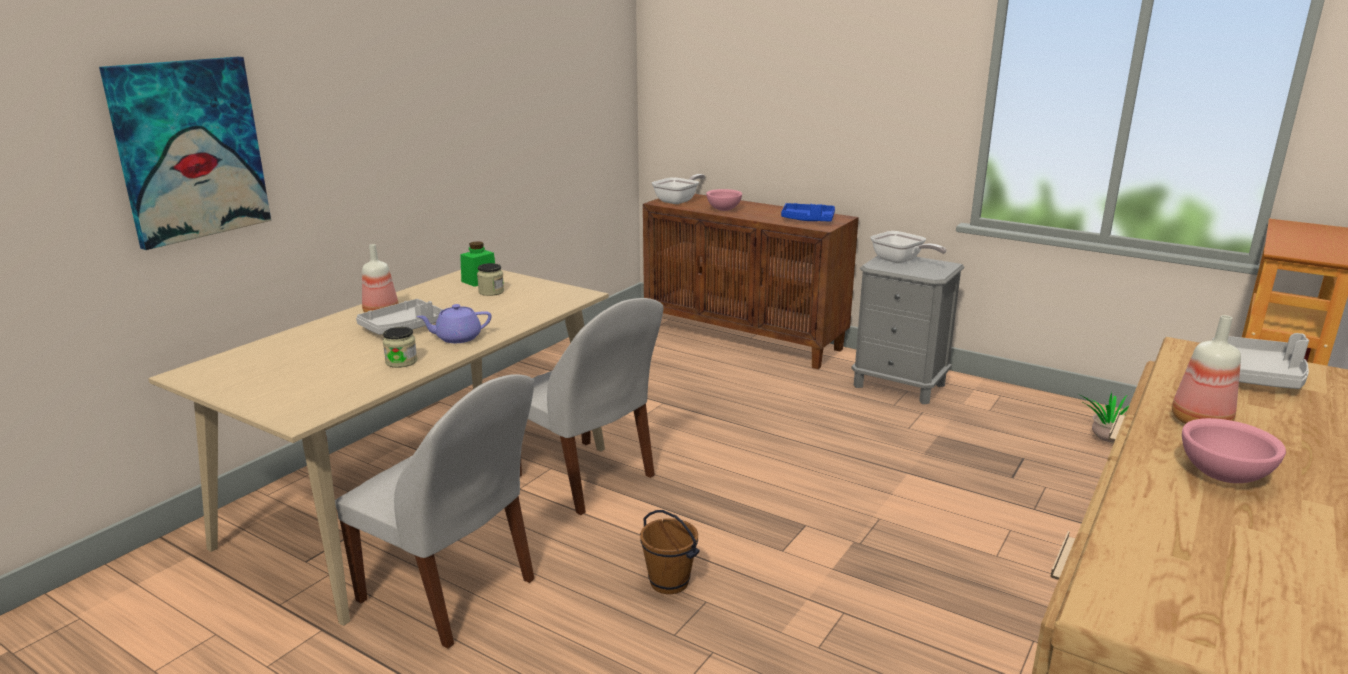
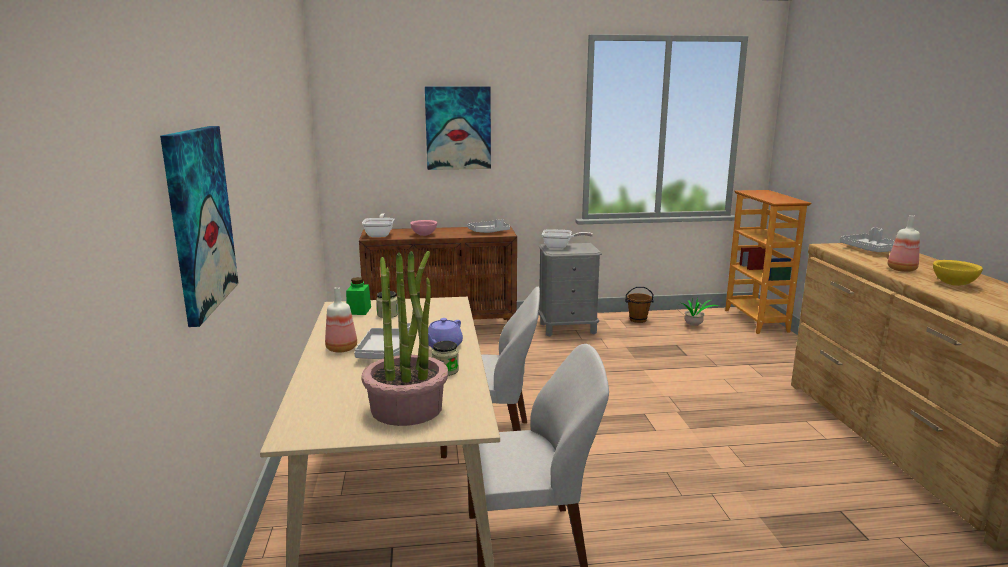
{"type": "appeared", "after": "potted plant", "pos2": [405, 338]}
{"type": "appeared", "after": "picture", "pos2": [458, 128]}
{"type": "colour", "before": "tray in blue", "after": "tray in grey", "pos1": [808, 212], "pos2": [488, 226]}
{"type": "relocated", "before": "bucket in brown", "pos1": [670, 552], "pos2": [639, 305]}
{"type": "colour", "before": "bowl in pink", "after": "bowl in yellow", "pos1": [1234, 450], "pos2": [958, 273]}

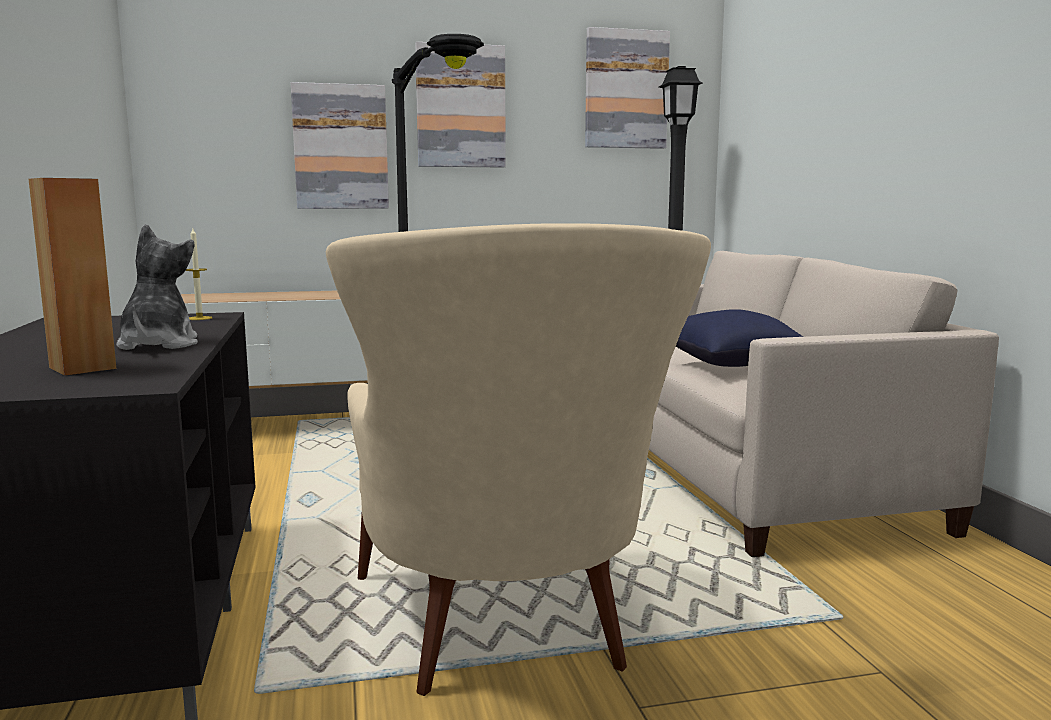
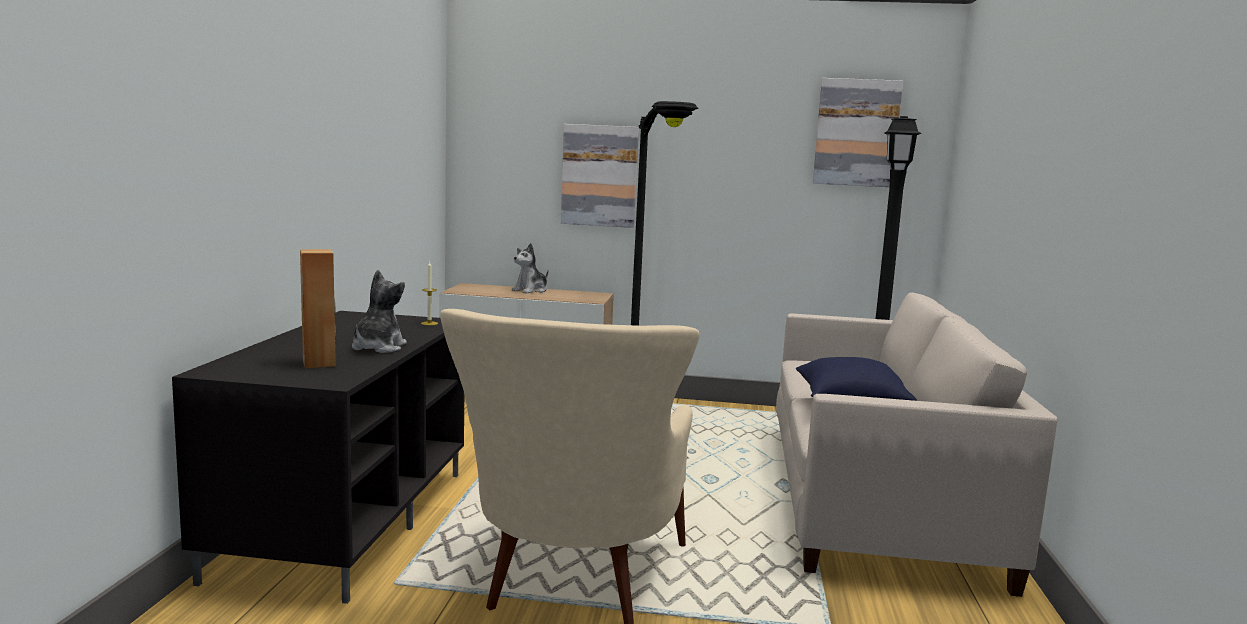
{"type": "appeared", "after": "plush toy", "pos2": [530, 268]}
{"type": "missing", "before": "picture", "pos1": [460, 105]}

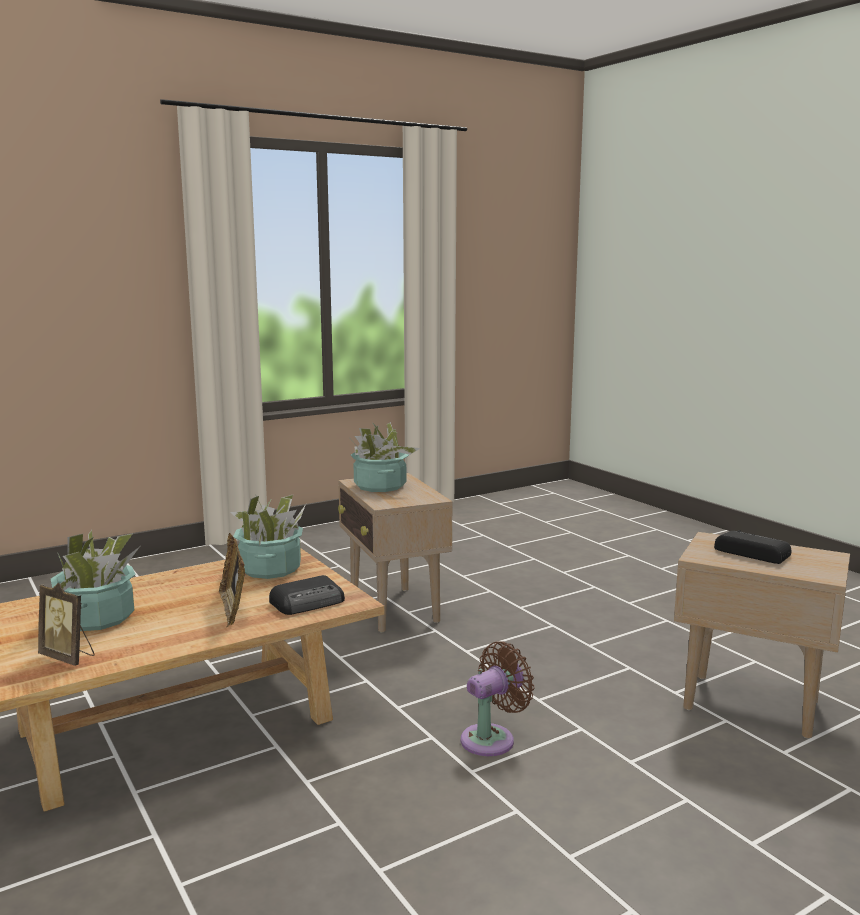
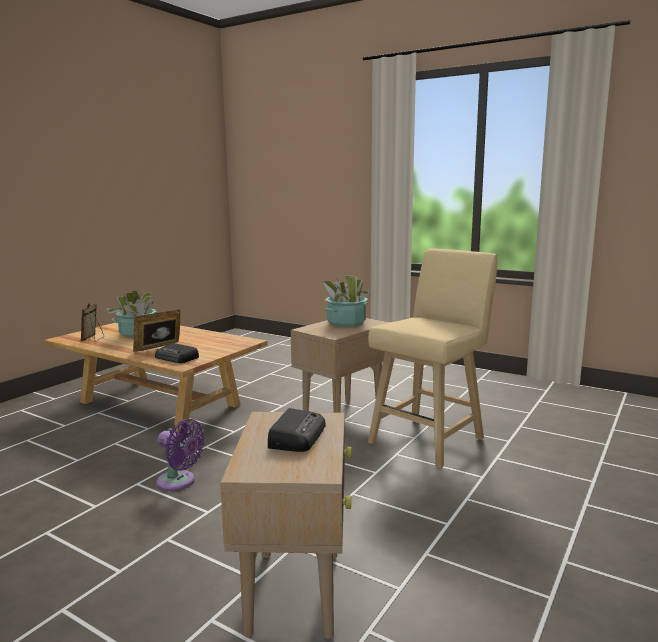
{"type": "colour", "before": "fan in brown", "after": "fan in purple", "pos1": [498, 698], "pos2": [180, 455]}
{"type": "appeared", "after": "stool in beige", "pos2": [432, 358]}
{"type": "missing", "before": "potted plant", "pos1": [268, 536]}

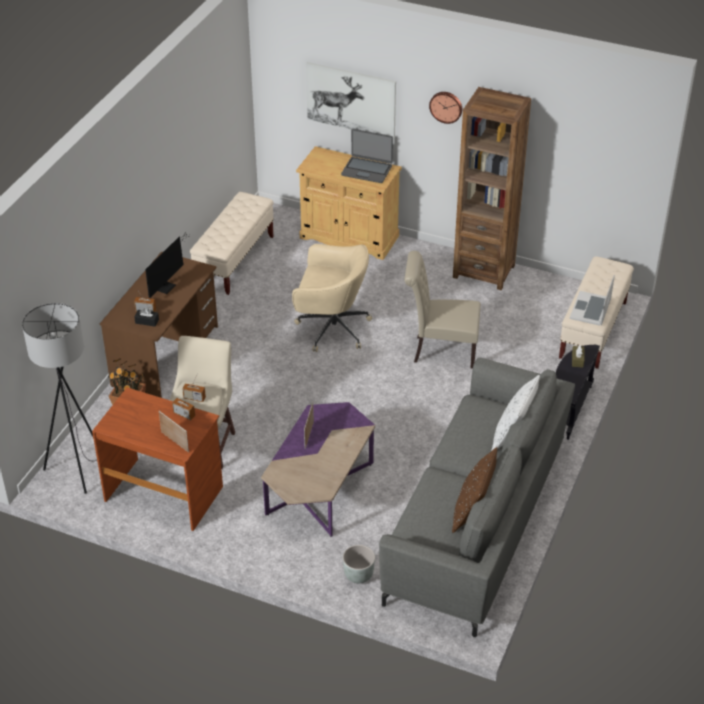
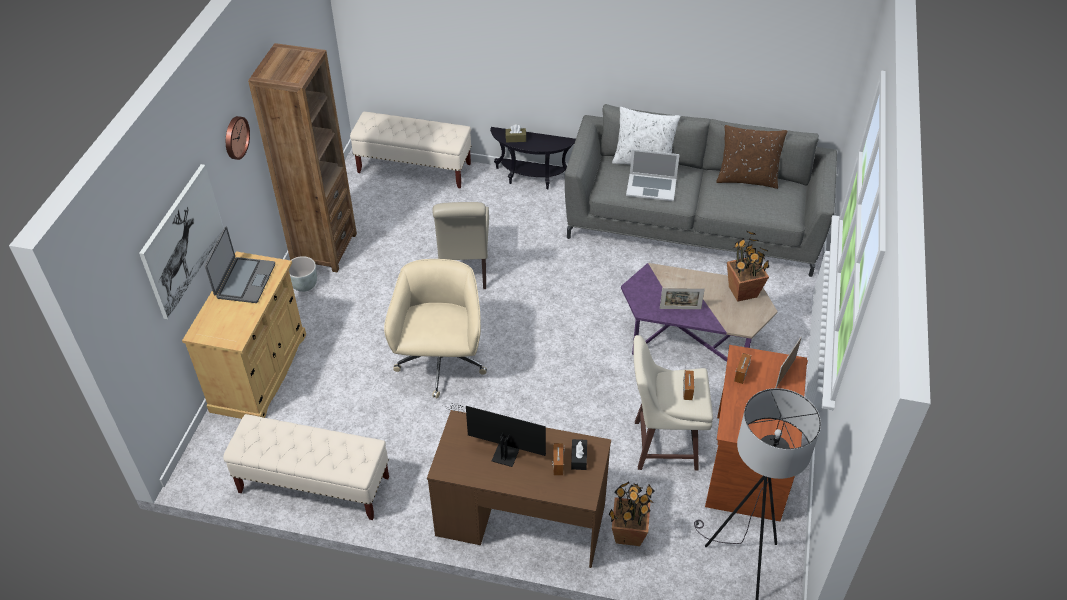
{"type": "relocated", "before": "planter in grey", "pos1": [359, 564], "pos2": [303, 274]}
{"type": "relocated", "before": "laptop", "pos1": [592, 300], "pos2": [653, 175]}
{"type": "appeared", "after": "potted plant", "pos2": [748, 266]}

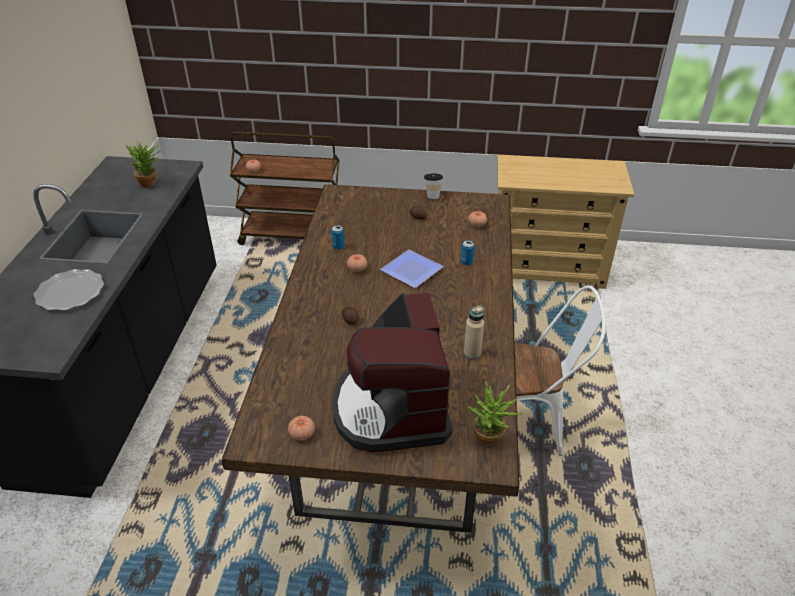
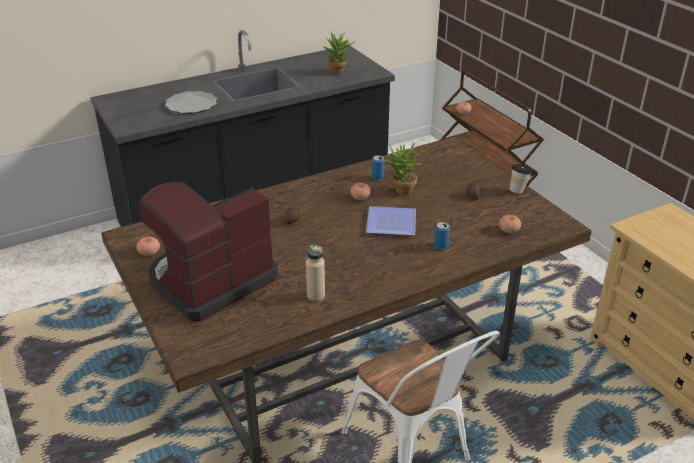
{"type": "relocated", "before": "potted plant", "pos1": [495, 414], "pos2": [404, 168]}

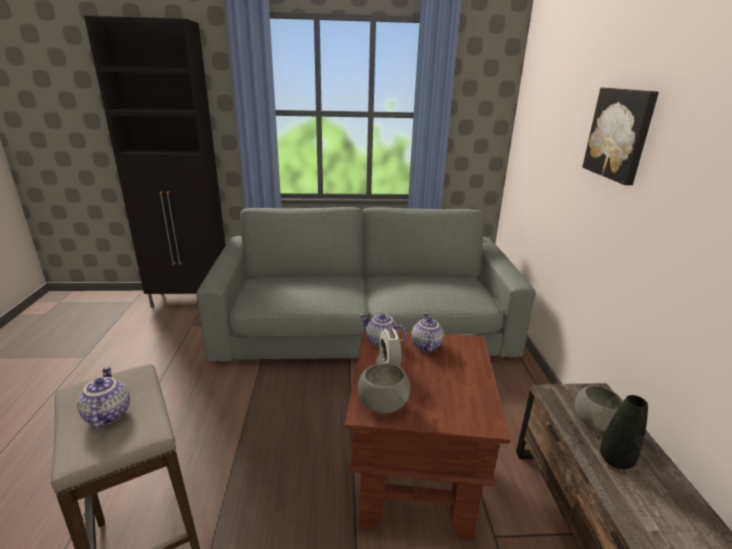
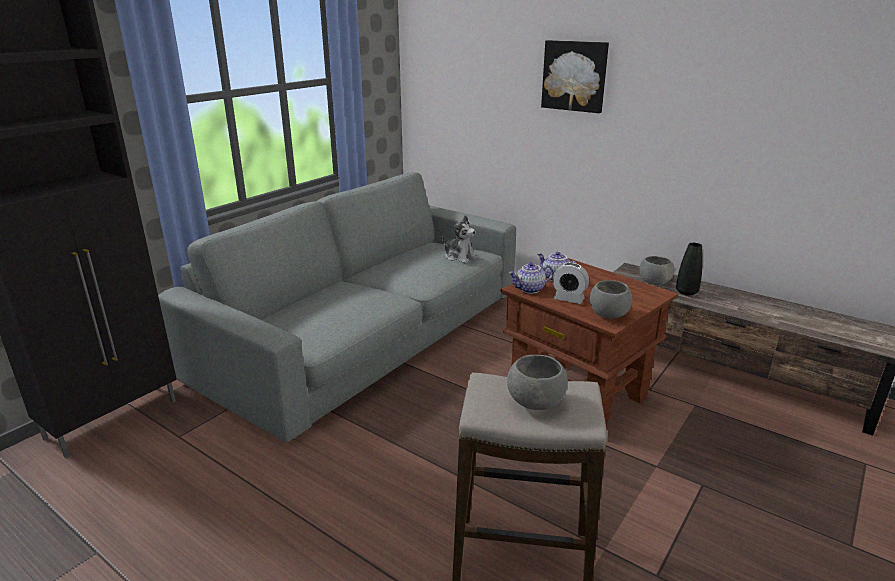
{"type": "appeared", "after": "plush toy", "pos2": [460, 239]}
{"type": "exchanged", "before": "teapot", "after": "bowl in grey", "pos1": [103, 397], "pos2": [537, 382]}

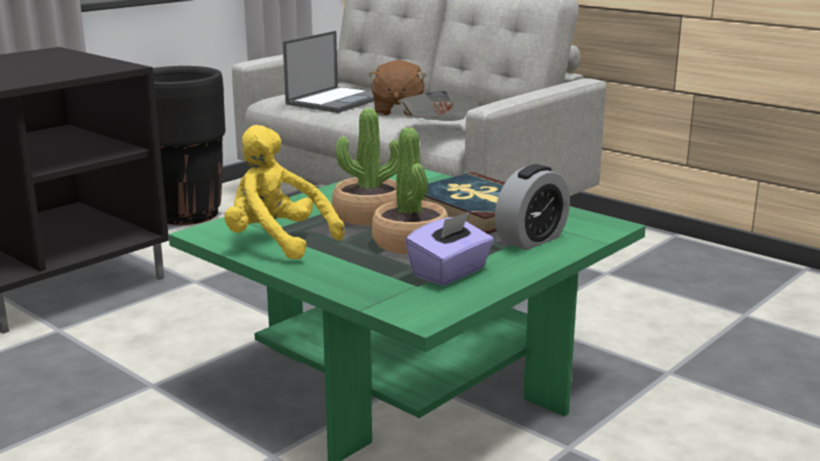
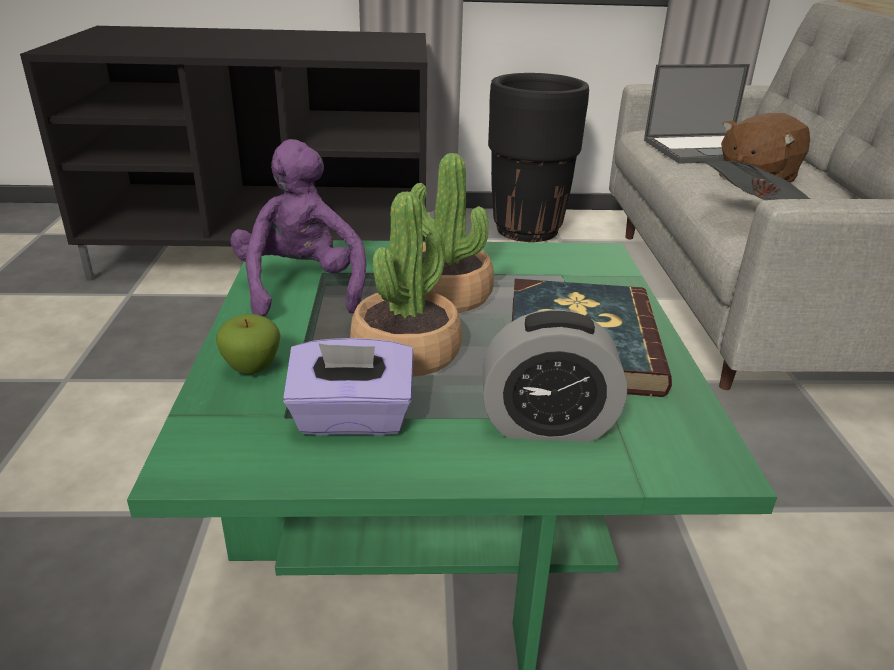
{"type": "appeared", "after": "apple", "pos2": [248, 344]}
{"type": "colour", "before": "plush toy in yellow", "after": "plush toy in purple", "pos1": [284, 192], "pos2": [298, 228]}

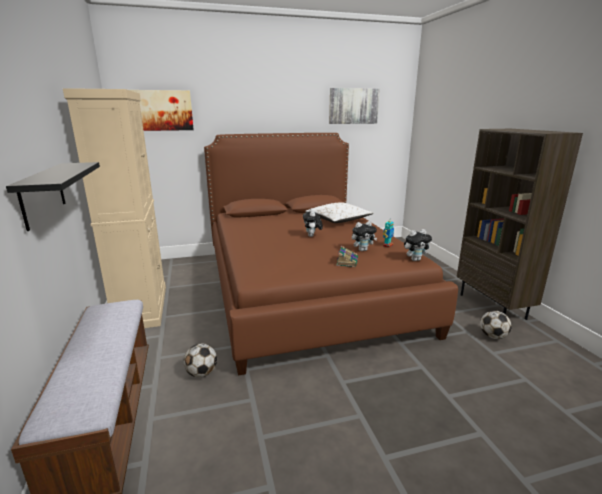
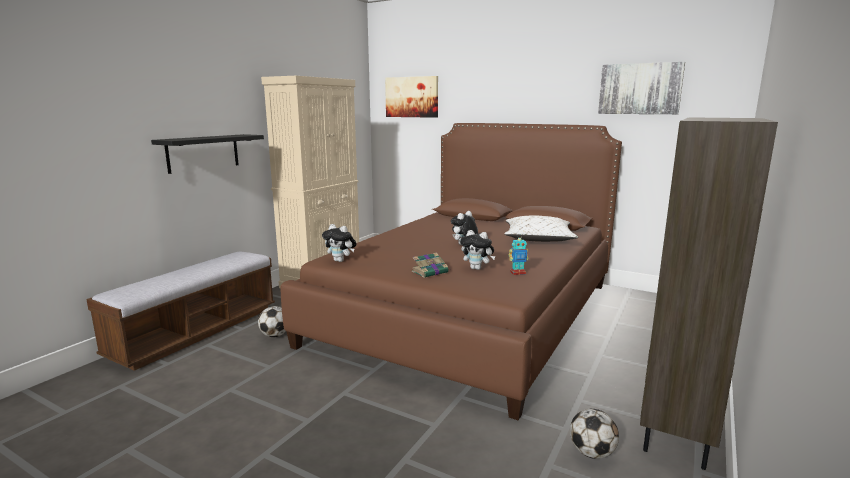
{"type": "relocated", "before": "plush toy", "pos1": [418, 245], "pos2": [339, 243]}

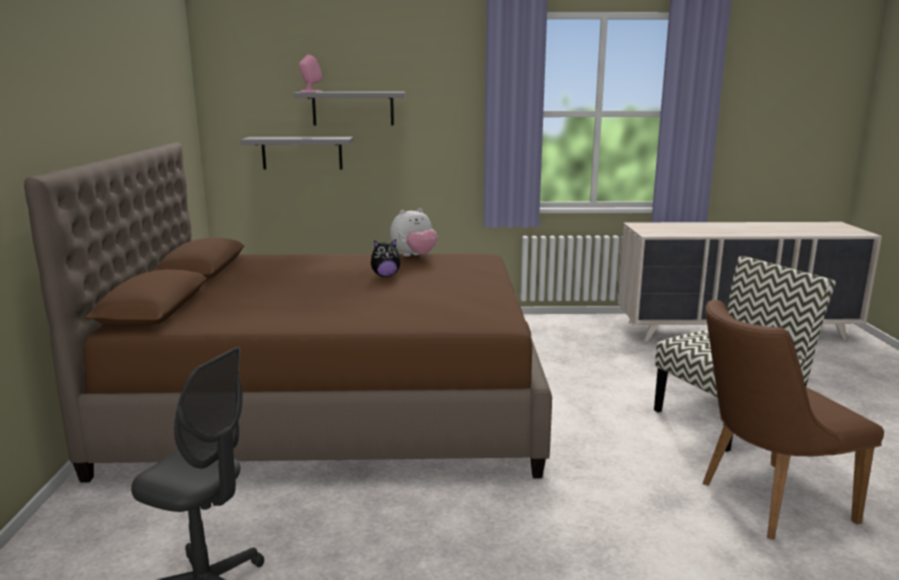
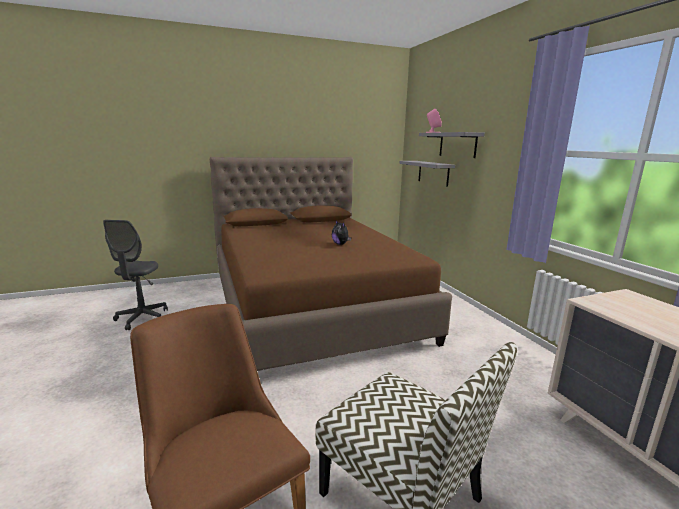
{"type": "missing", "before": "plush toy", "pos1": [413, 232]}

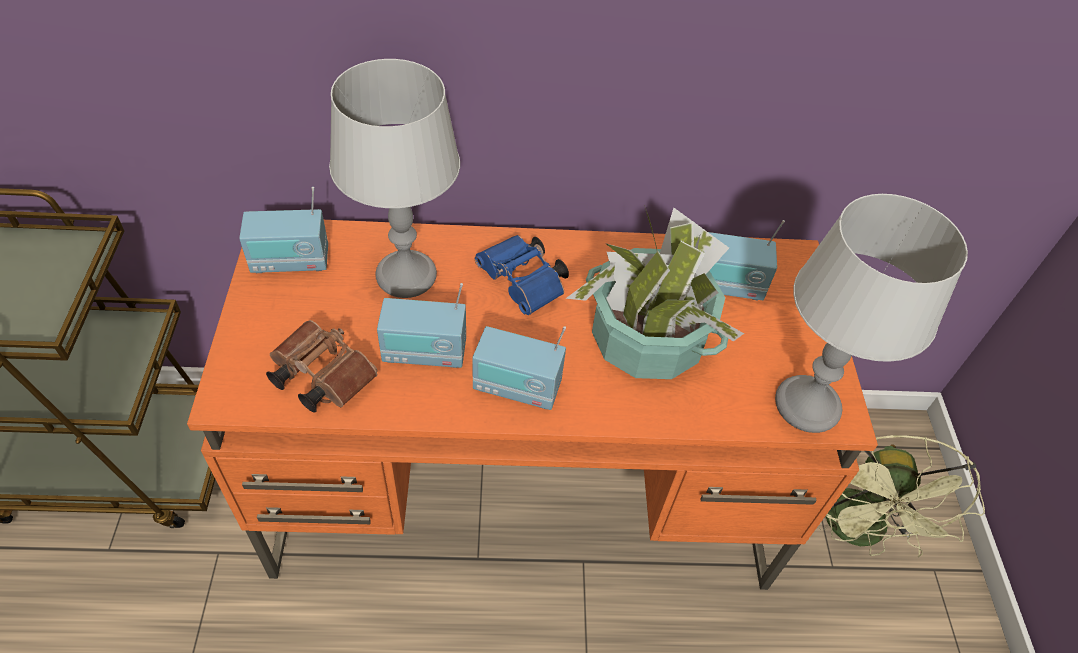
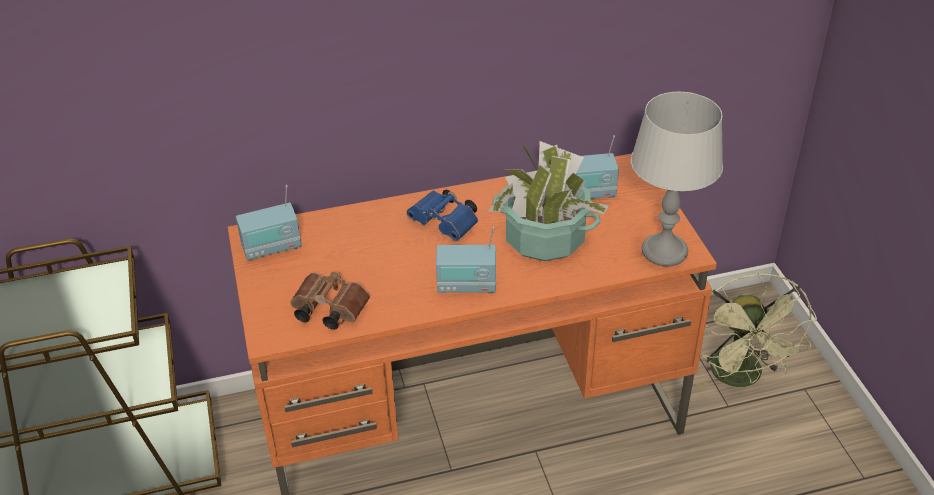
{"type": "missing", "before": "table lamp in grey", "pos1": [394, 178]}
{"type": "missing", "before": "radio", "pos1": [421, 325]}

